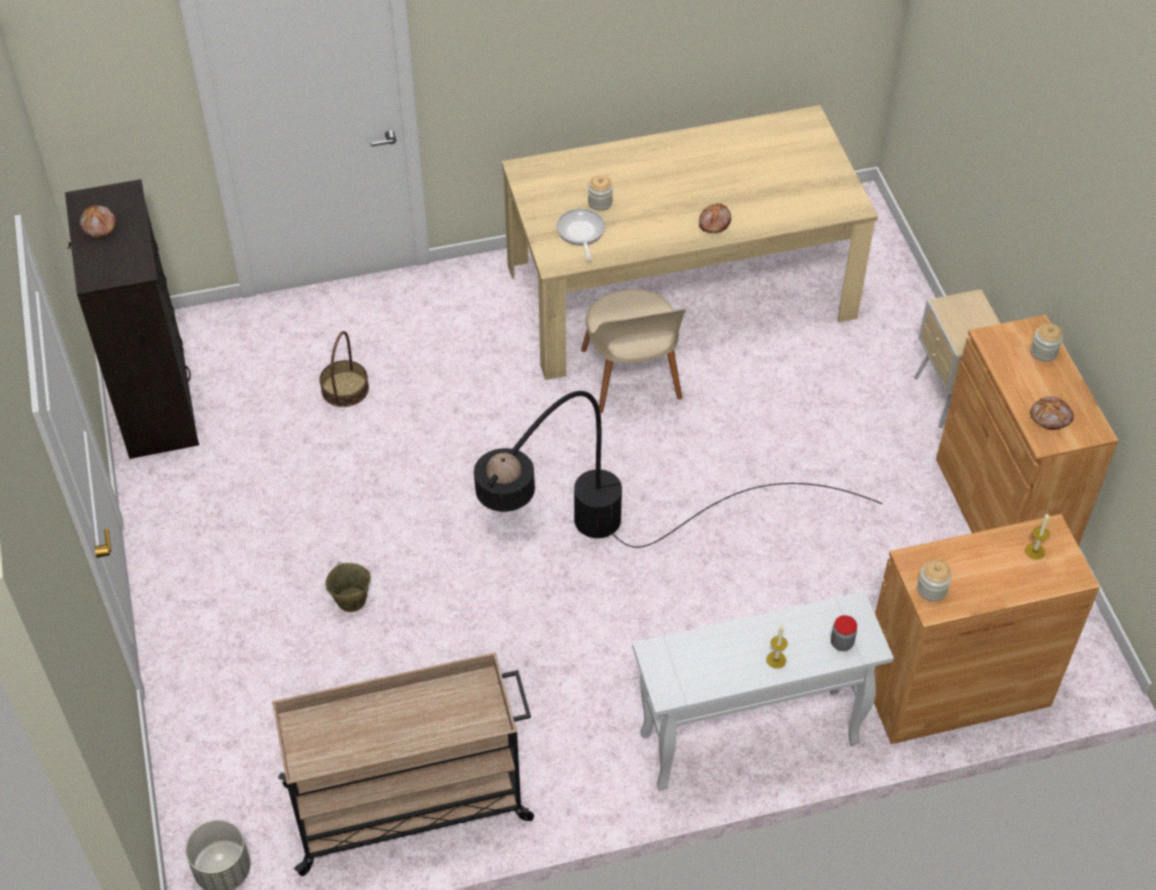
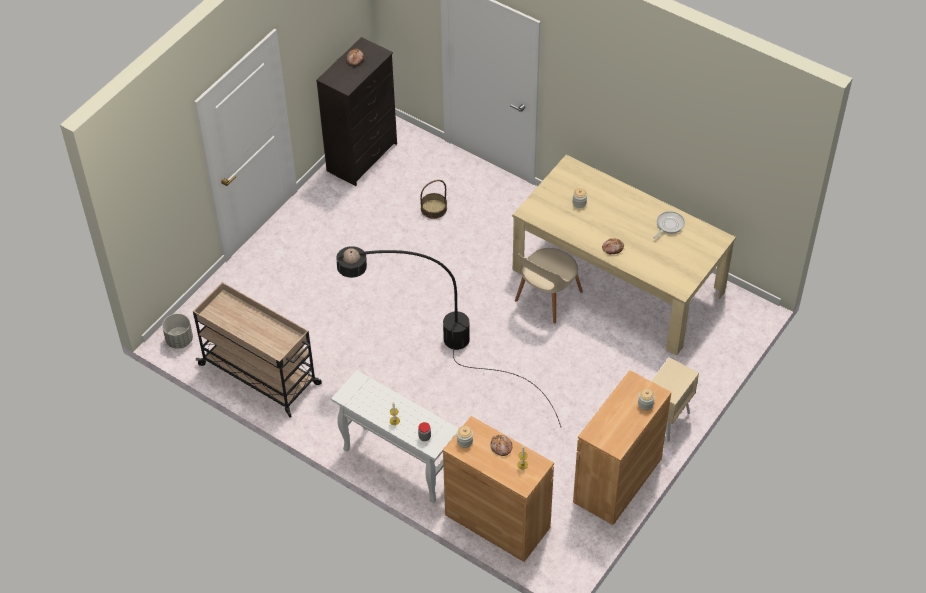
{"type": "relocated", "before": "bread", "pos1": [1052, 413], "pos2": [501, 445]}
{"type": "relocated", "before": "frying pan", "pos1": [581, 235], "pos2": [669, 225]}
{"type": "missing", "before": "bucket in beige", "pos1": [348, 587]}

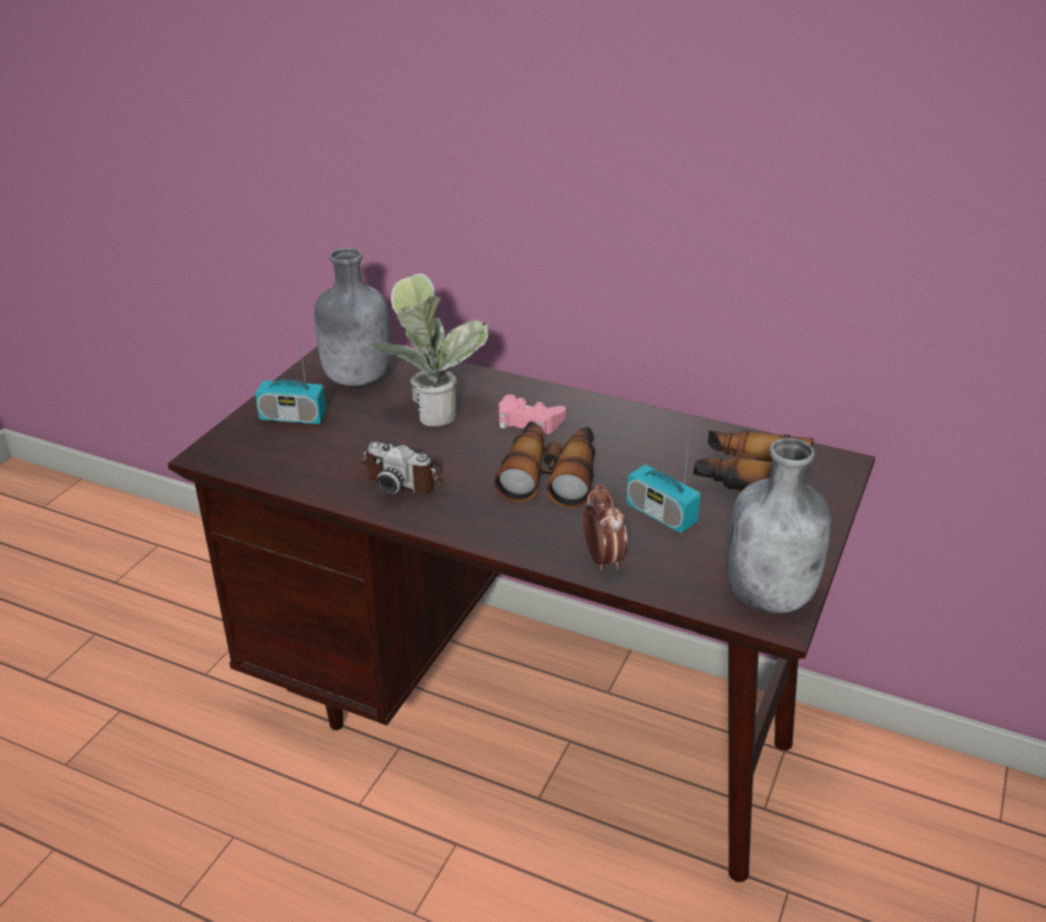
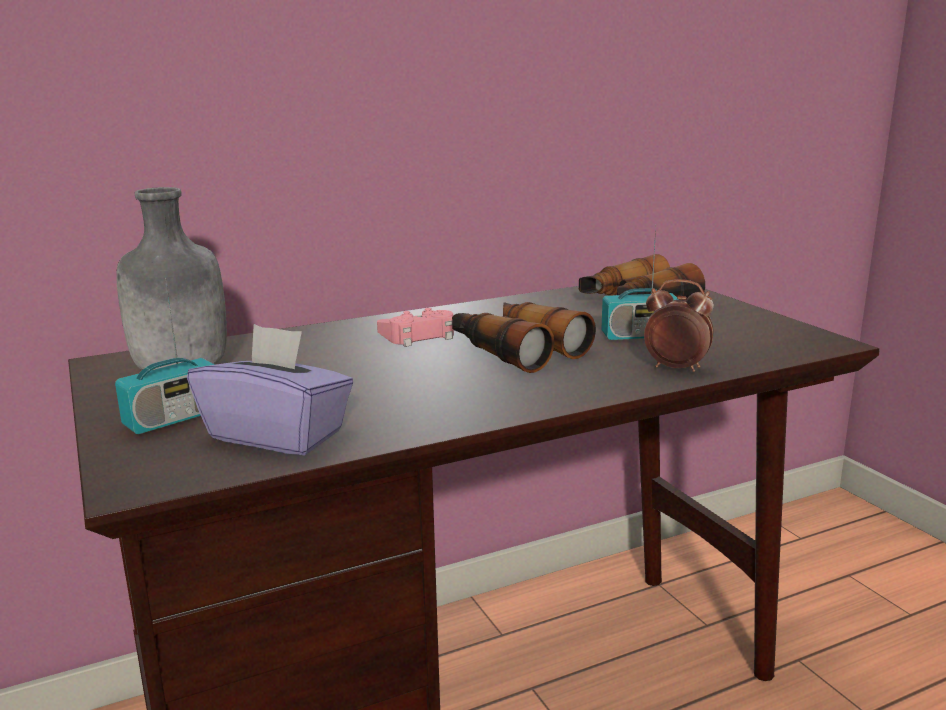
{"type": "appeared", "after": "tissue box in purple", "pos2": [270, 389]}
{"type": "missing", "before": "photo camera", "pos1": [402, 468]}
{"type": "missing", "before": "potted plant", "pos1": [429, 350]}
{"type": "missing", "before": "bottle in grey", "pos1": [778, 525]}

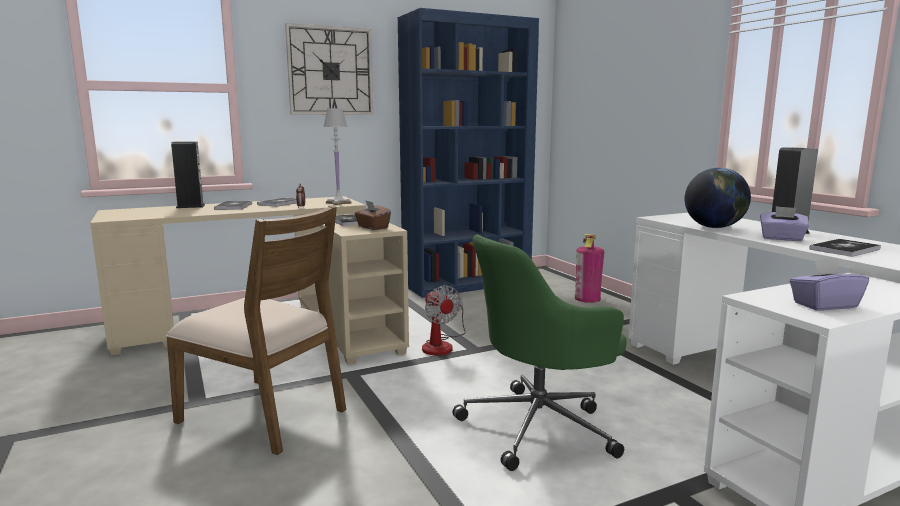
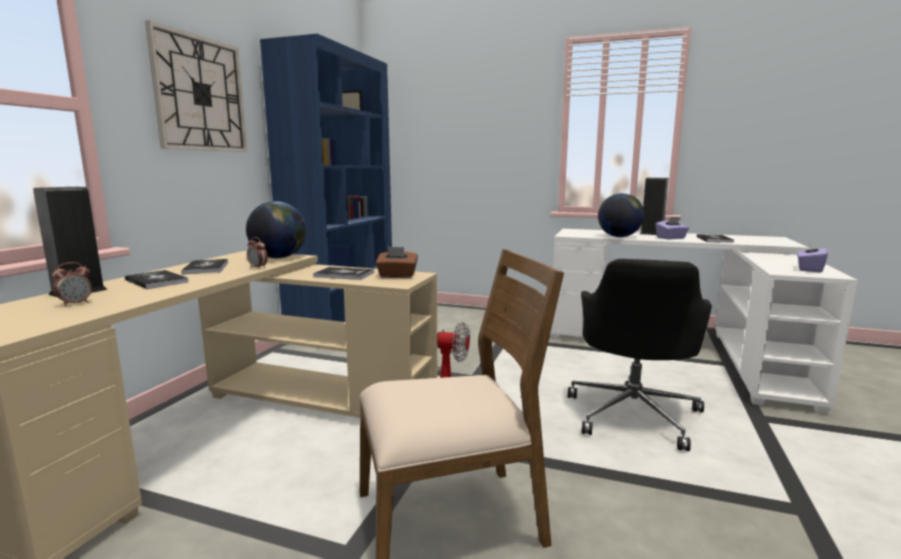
{"type": "appeared", "after": "alarm clock", "pos2": [72, 284]}
{"type": "exchanged", "before": "table lamp in white", "after": "globe", "pos1": [337, 156], "pos2": [276, 229]}
{"type": "colour", "before": "office chair in green", "after": "office chair in black", "pos1": [539, 352], "pos2": [640, 355]}
{"type": "missing", "before": "fire extinguisher", "pos1": [589, 268]}

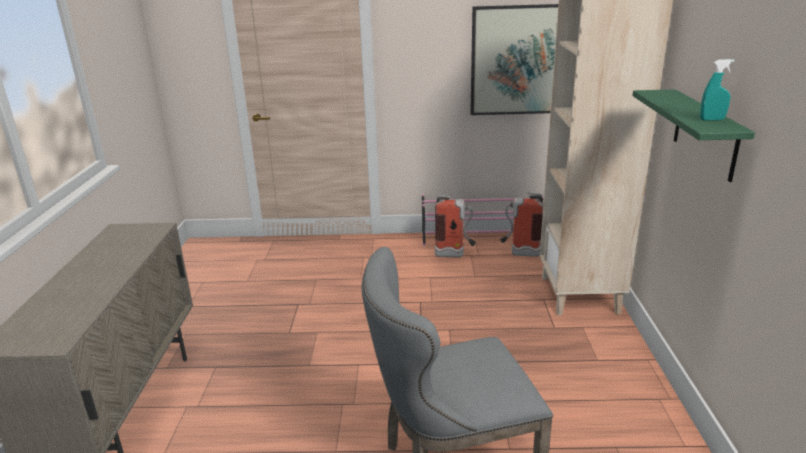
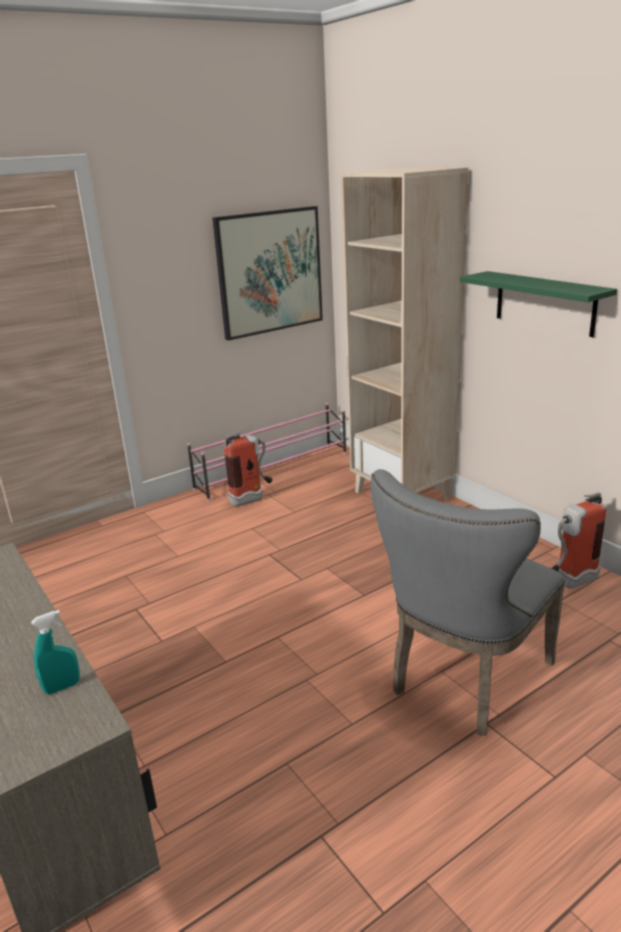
{"type": "relocated", "before": "spray bottle in turquoise", "pos1": [717, 89], "pos2": [55, 652]}
{"type": "relocated", "before": "fire extinguisher", "pos1": [521, 224], "pos2": [578, 541]}

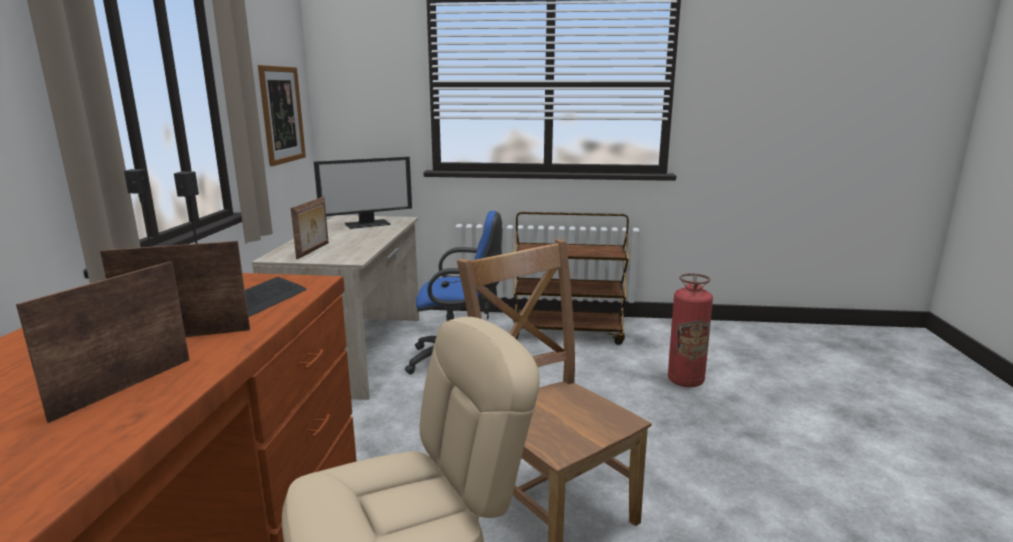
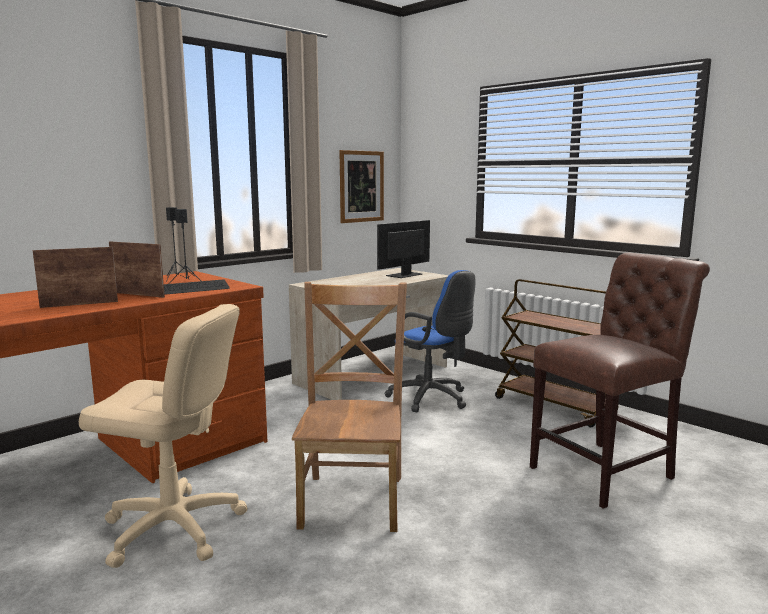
{"type": "spun", "before": "monitor", "pos1": [363, 193], "pos2": [403, 249], "turn": 120}
{"type": "exchanged", "before": "fire extinguisher", "after": "chair in brown", "pos1": [690, 330], "pos2": [620, 381]}
{"type": "missing", "before": "picture frame", "pos1": [310, 228]}

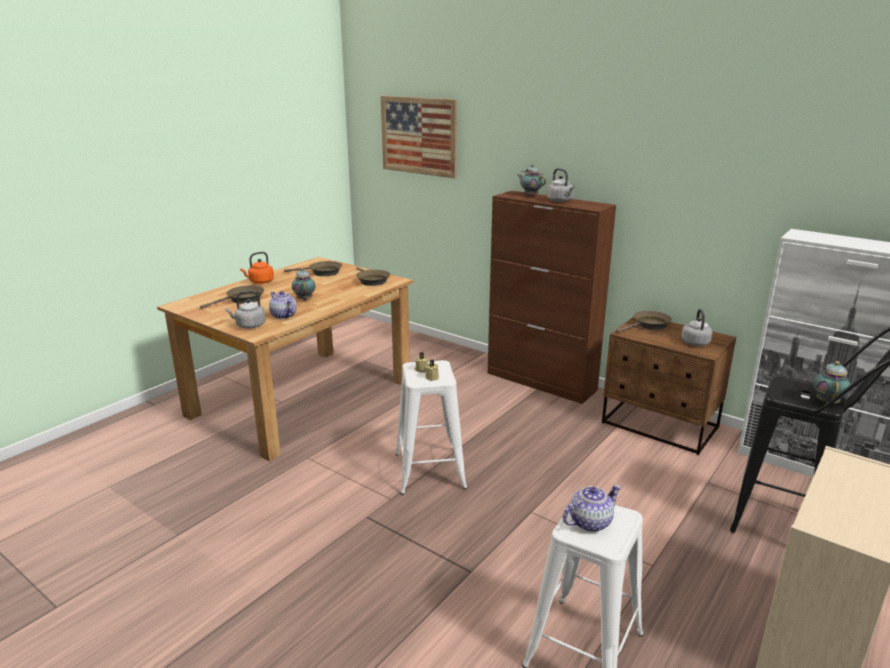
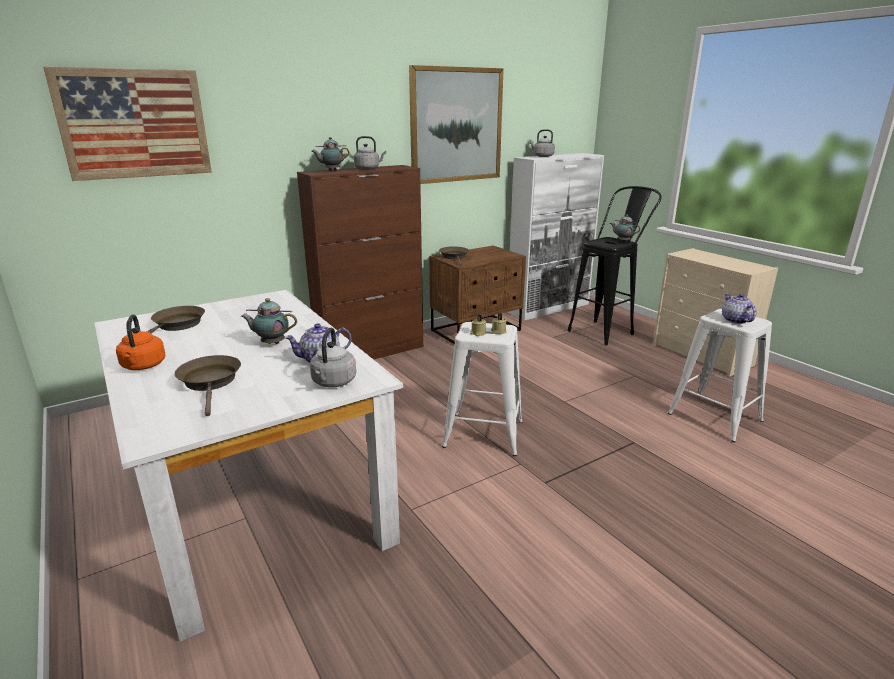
{"type": "colour", "before": "dining table in brown", "after": "dining table in white", "pos1": [285, 359], "pos2": [248, 466]}
{"type": "appeared", "after": "picture", "pos2": [456, 124]}
{"type": "relocated", "before": "kettle in grey", "pos1": [697, 327], "pos2": [542, 143]}
{"type": "missing", "before": "frying pan in brown", "pos1": [373, 276]}

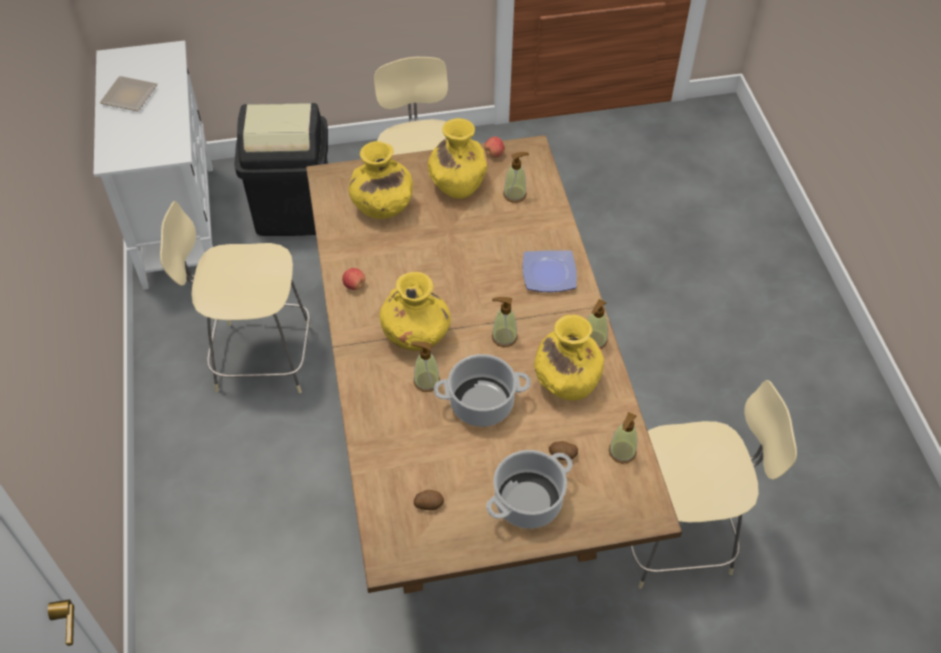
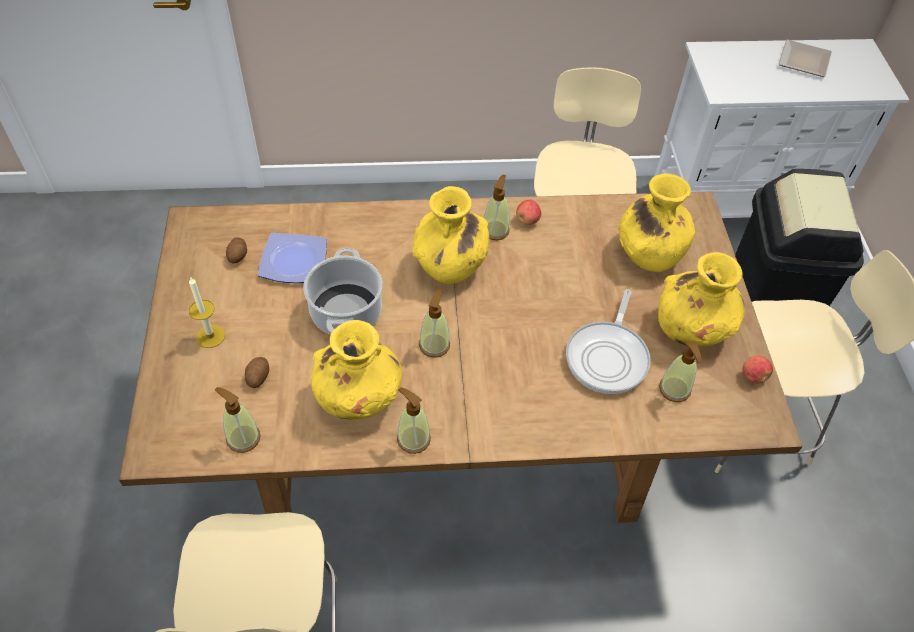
{"type": "exchanged", "before": "cooking pot", "after": "candle", "pos1": [529, 489], "pos2": [207, 313]}
{"type": "relocated", "before": "plate", "pos1": [550, 271], "pos2": [292, 258]}
{"type": "relocated", "before": "soap dispenser", "pos1": [425, 366], "pos2": [497, 207]}
{"type": "appeared", "after": "frying pan", "pos2": [608, 341]}

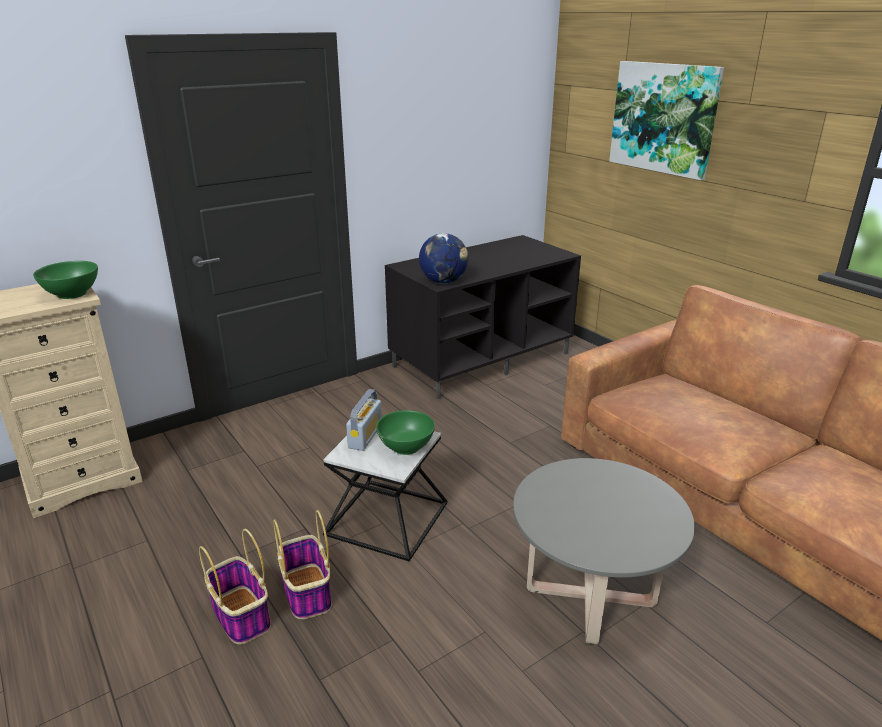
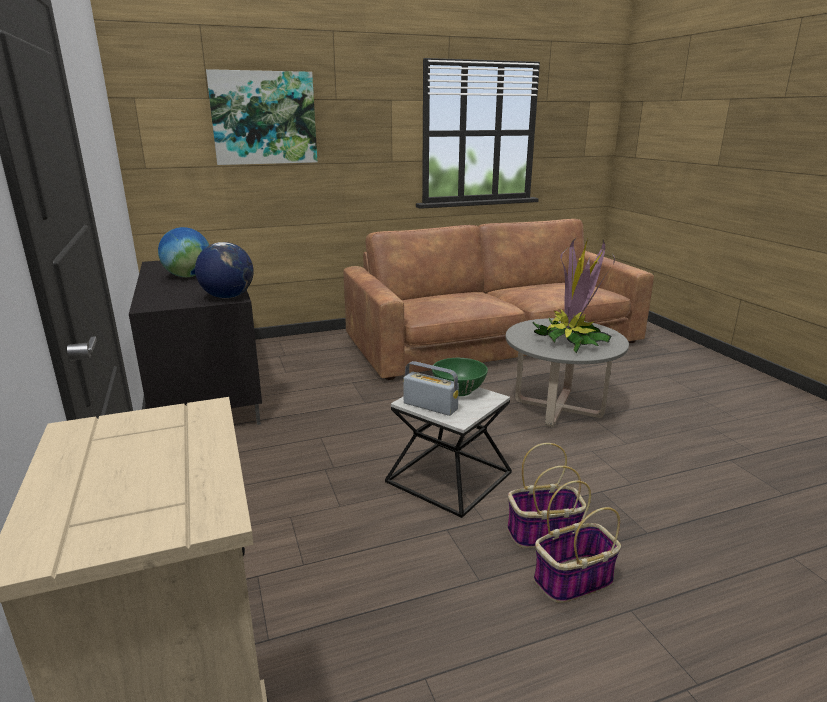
{"type": "appeared", "after": "globe", "pos2": [183, 252]}
{"type": "appeared", "after": "potted plant", "pos2": [574, 295]}
{"type": "missing", "before": "bowl in green", "pos1": [65, 280]}

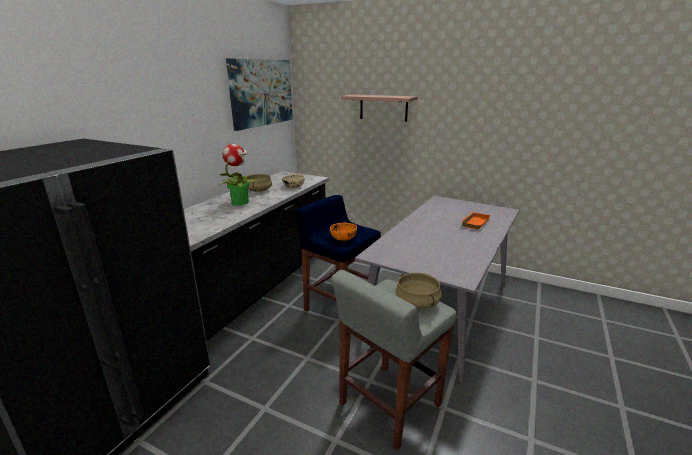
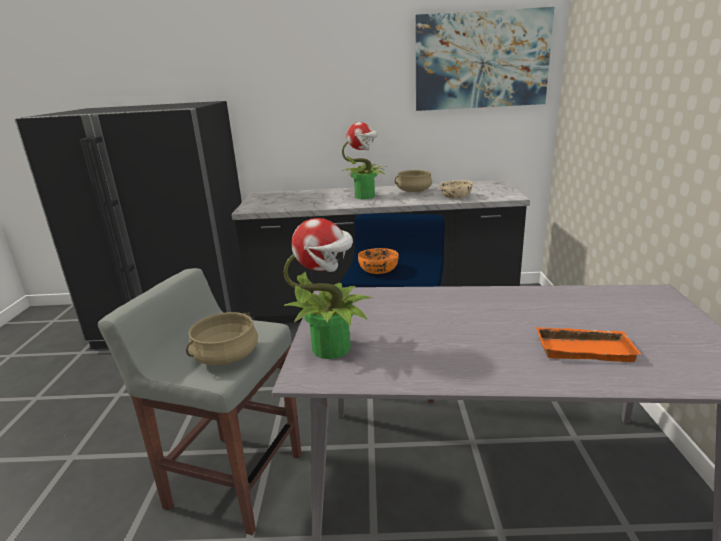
{"type": "appeared", "after": "potted plant", "pos2": [328, 288]}
{"type": "missing", "before": "shelf", "pos1": [379, 108]}

